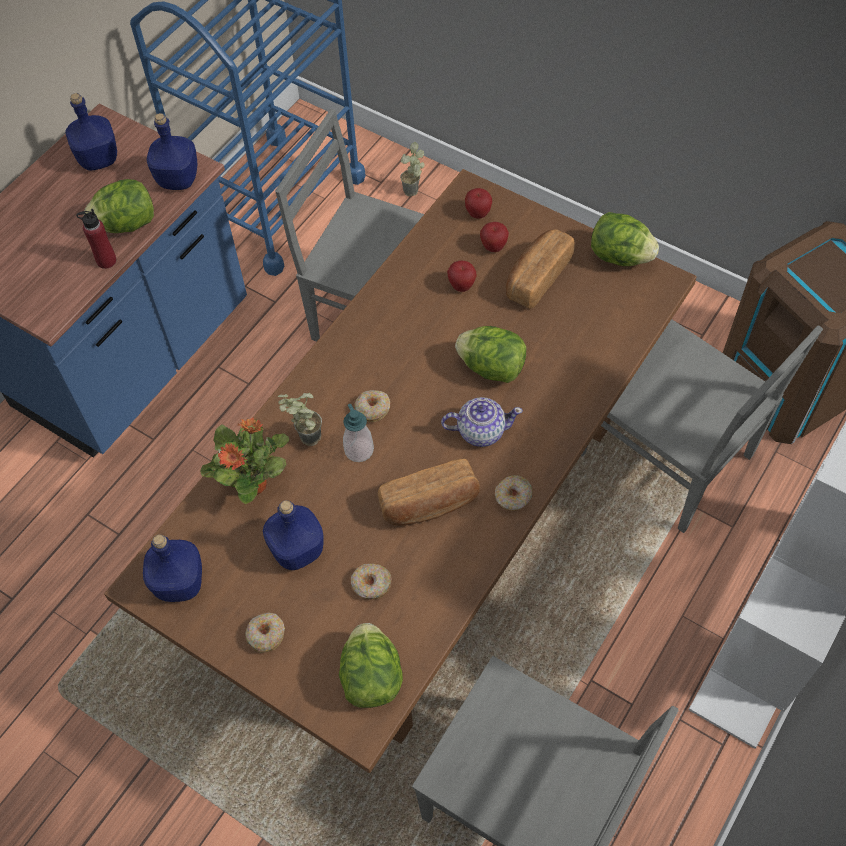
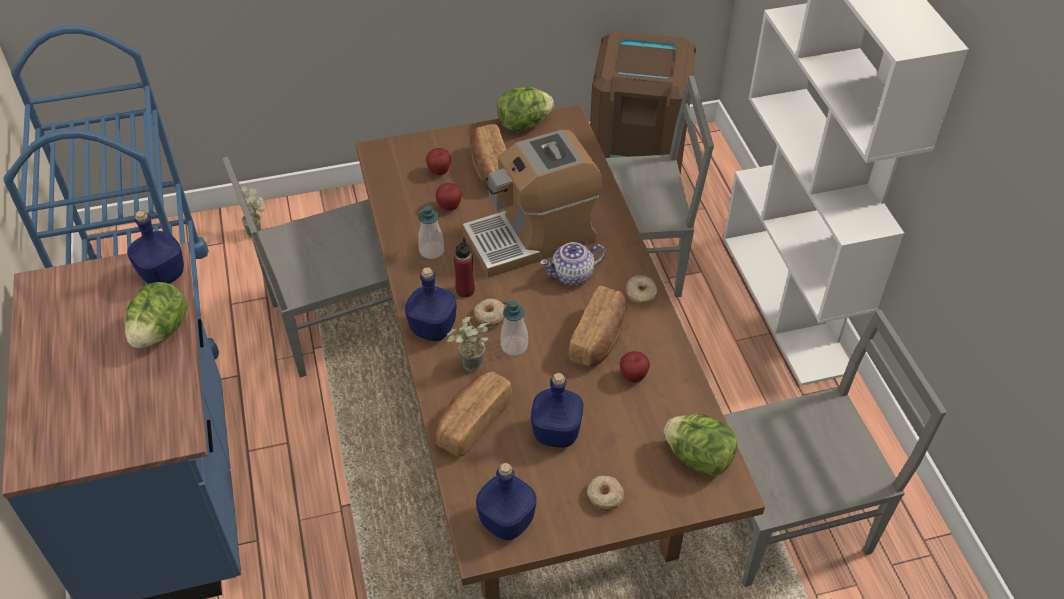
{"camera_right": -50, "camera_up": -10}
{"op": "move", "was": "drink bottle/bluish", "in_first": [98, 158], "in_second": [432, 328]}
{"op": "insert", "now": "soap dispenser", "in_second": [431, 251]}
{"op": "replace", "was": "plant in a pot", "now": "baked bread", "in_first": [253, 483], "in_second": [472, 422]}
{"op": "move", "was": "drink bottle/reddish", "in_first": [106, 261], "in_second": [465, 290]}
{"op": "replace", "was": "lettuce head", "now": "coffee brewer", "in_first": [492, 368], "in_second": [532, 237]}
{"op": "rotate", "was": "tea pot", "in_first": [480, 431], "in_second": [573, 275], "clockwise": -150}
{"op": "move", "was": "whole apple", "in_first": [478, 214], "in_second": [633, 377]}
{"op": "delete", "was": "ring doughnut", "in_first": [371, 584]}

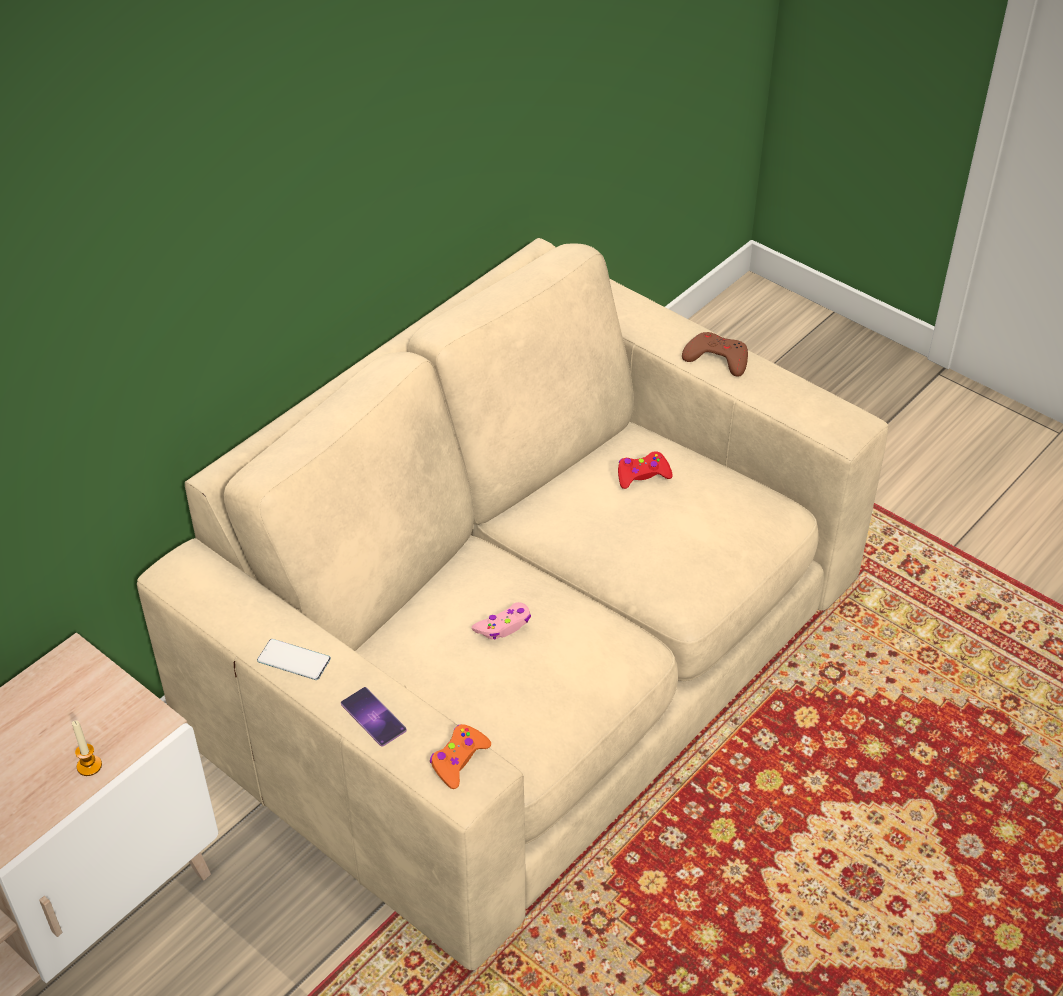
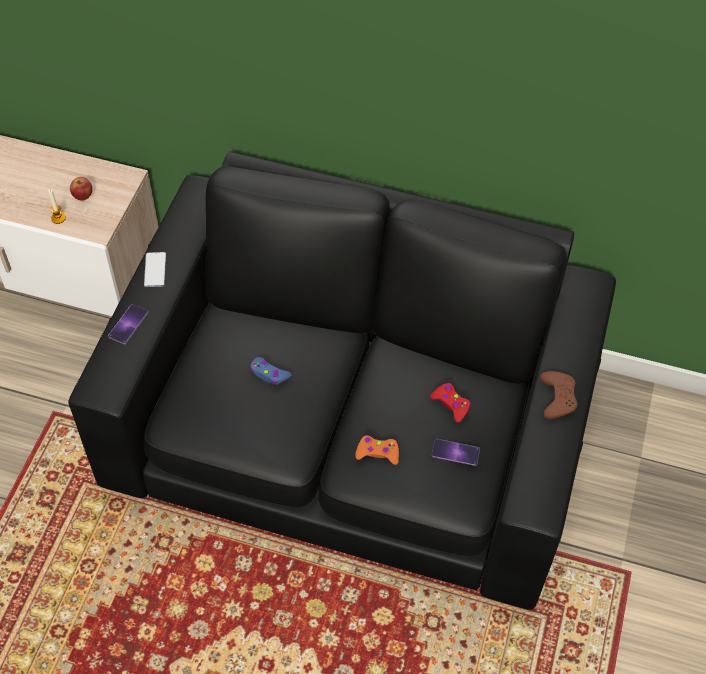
{"camera_right": 65, "camera_up": 10}
{"op": "recolor", "was": "sofa/beige", "now": "sofa/black", "in_first": [531, 657], "in_second": [353, 429]}
{"op": "insert", "now": "whole apple", "in_second": [83, 196]}
{"op": "recolor", "was": "game controller/pink", "now": "game controller/bluish", "in_first": [504, 626], "in_second": [269, 374]}
{"op": "move", "was": "game controller/orange-coloured", "in_first": [458, 760], "in_second": [377, 452]}
{"op": "insert", "now": "handset", "in_second": [455, 452]}

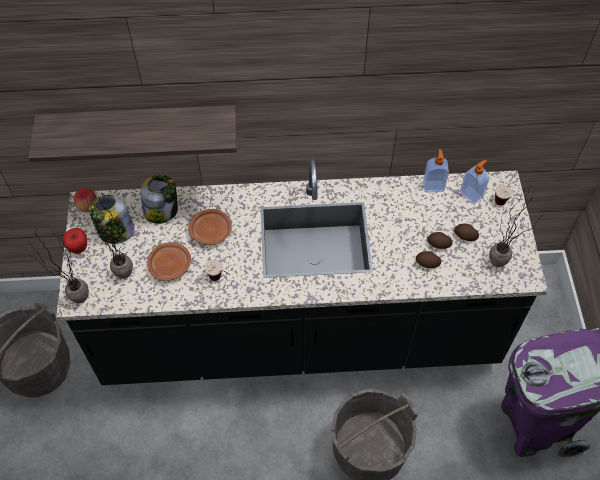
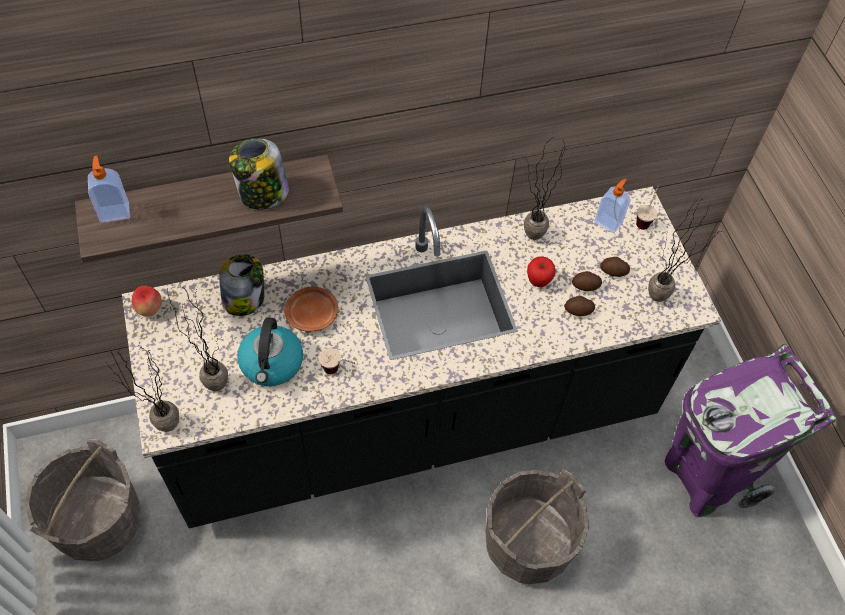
{"camera_right": -15, "camera_up": 0}
{"op": "move", "was": "soap dispenser", "in_first": [433, 185], "in_second": [114, 212]}
{"op": "move", "was": "preserve jar", "in_first": [116, 231], "in_second": [262, 194]}
{"op": "replace", "was": "flat dish/brownish", "now": "water kettle", "in_first": [170, 265], "in_second": [272, 364]}
{"op": "insert", "now": "plant in a pot", "in_second": [527, 239]}
{"op": "move", "was": "whole apple", "in_first": [78, 248], "in_second": [538, 281]}

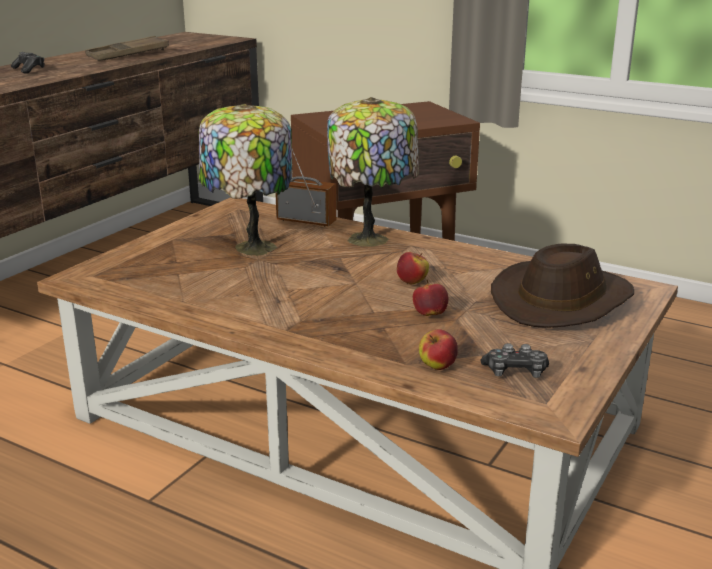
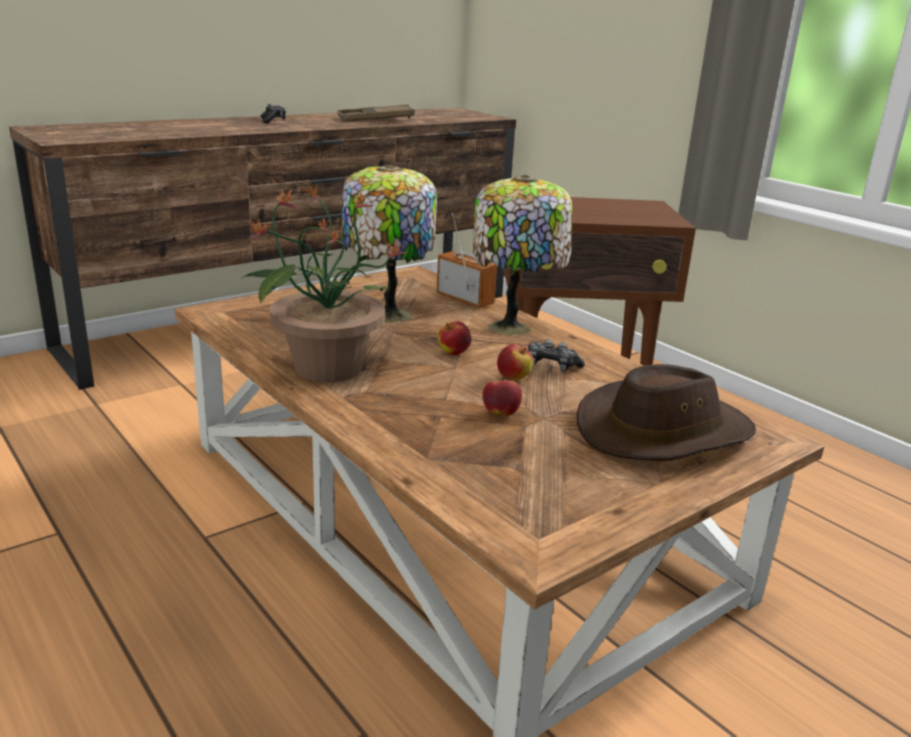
{"camera_right": 20, "camera_up": 0}
{"op": "insert", "now": "plant in a pot", "in_second": [326, 368]}
{"op": "move", "was": "whole apple", "in_first": [437, 366], "in_second": [453, 353]}
{"op": "move", "was": "game controller", "in_first": [515, 372], "in_second": [552, 365]}

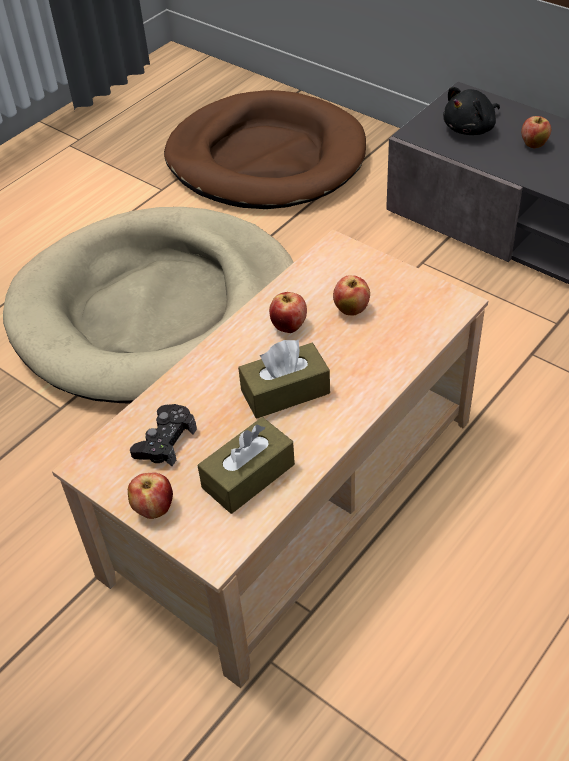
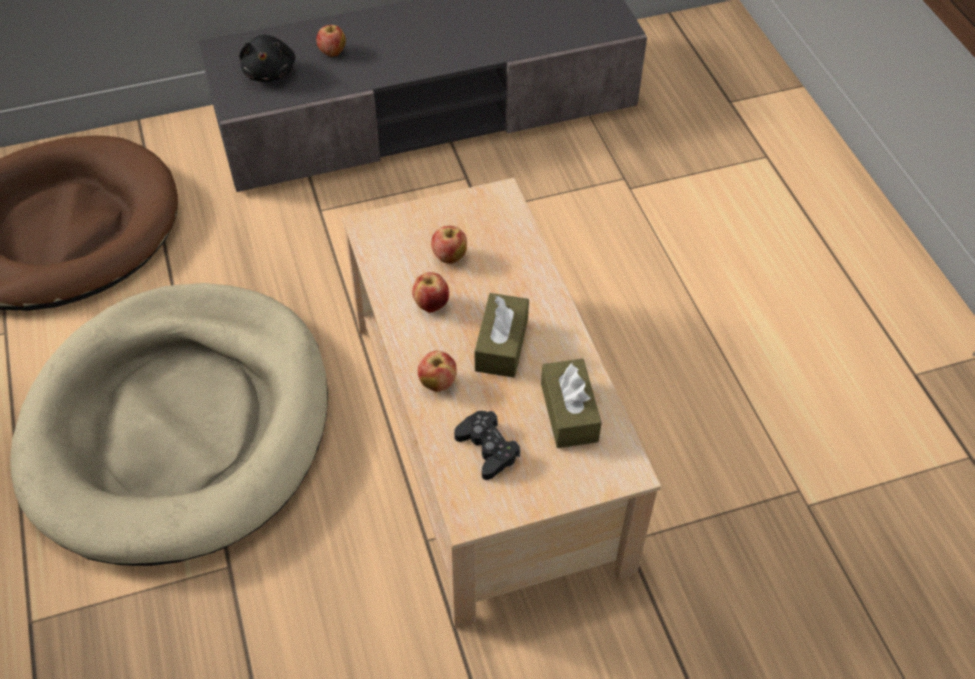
{"camera_right": -60, "camera_up": 5}
{"op": "move", "was": "whole apple", "in_first": [154, 508], "in_second": [437, 383]}

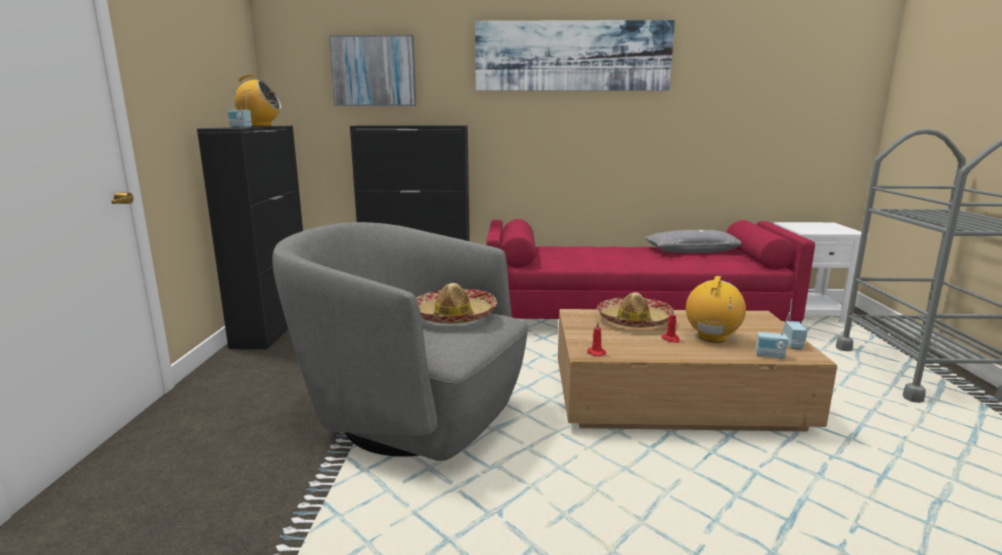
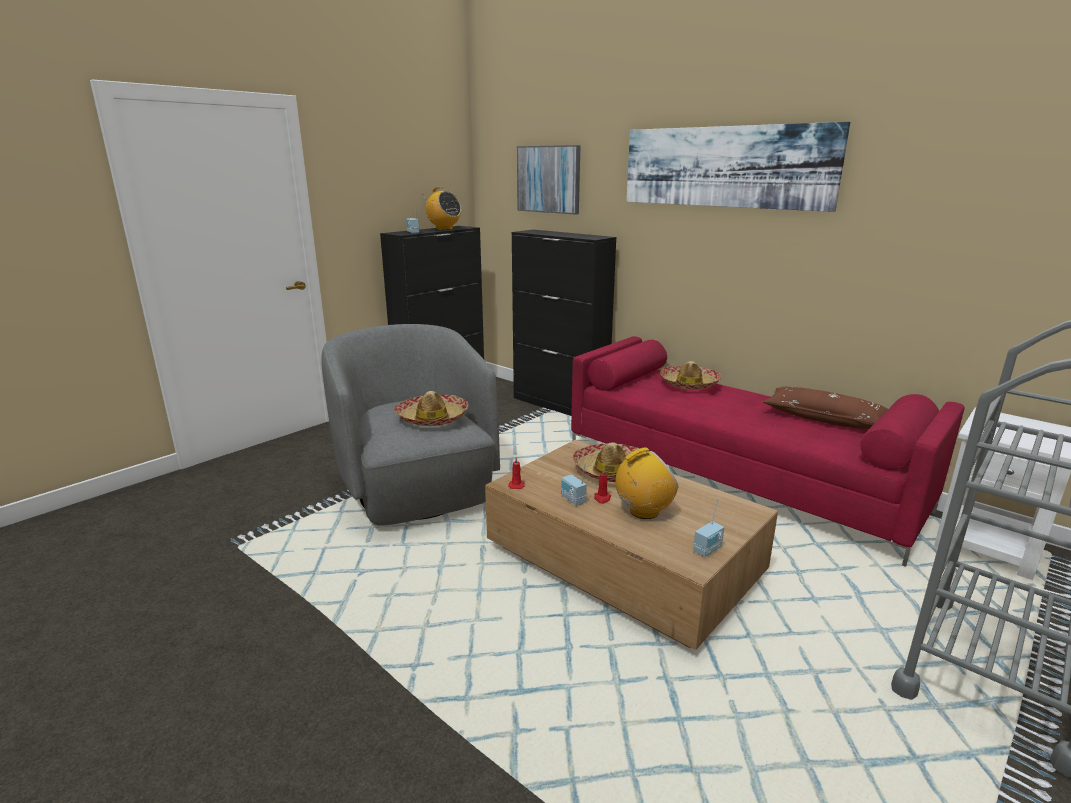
{"camera_right": 40, "camera_up": 5}
{"op": "move", "was": "radio", "in_first": [770, 356], "in_second": [572, 500]}
{"op": "insert", "now": "clothing hat", "in_second": [689, 384]}
{"op": "recolor", "was": "throw pillow/gray", "now": "throw pillow/brownish", "in_first": [693, 251], "in_second": [824, 418]}

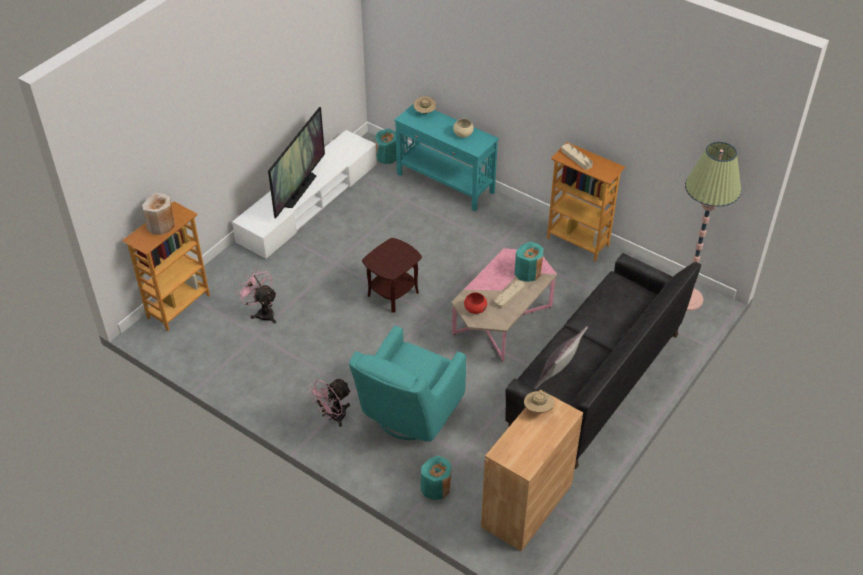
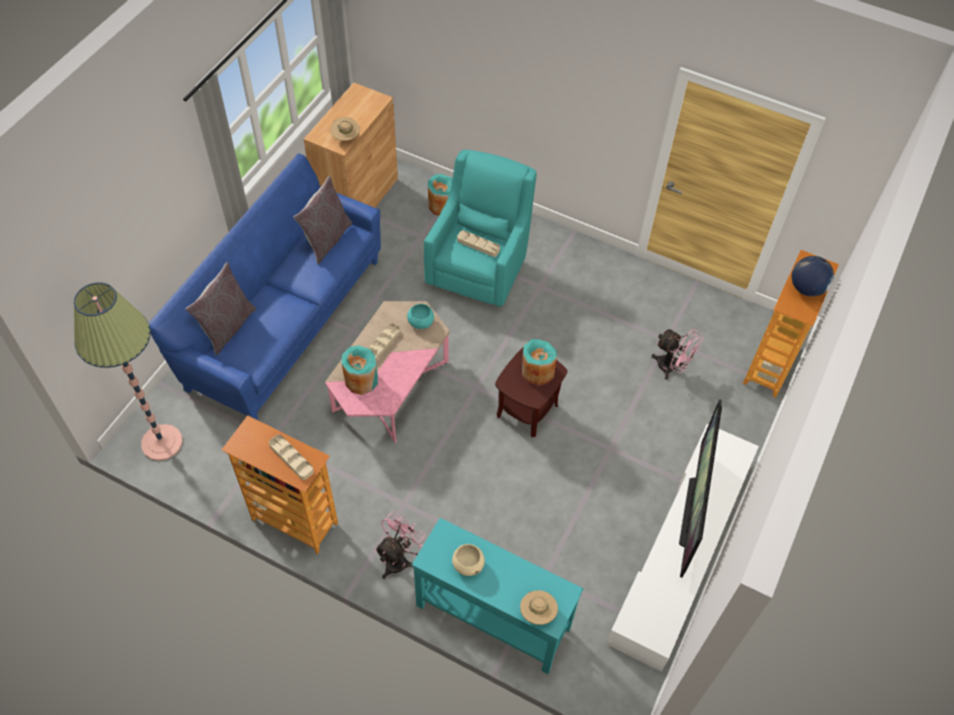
{"camera_right": 170, "camera_up": 10}
{"op": "recolor", "was": "sofa/black", "now": "sofa/bluish", "in_first": [596, 381], "in_second": [285, 323]}
{"op": "insert", "now": "throw pillow/gray", "in_second": [227, 327]}
{"op": "move", "was": "cooling fan/pink", "in_first": [333, 417], "in_second": [400, 558]}
{"op": "recolor", "was": "bowl/reddish", "now": "bowl/turquoise", "in_first": [475, 309], "in_second": [421, 323]}
{"op": "insert", "now": "carrying tray/beige", "in_second": [478, 245]}
{"op": "move", "was": "vase/turquoise", "in_first": [387, 156], "in_second": [537, 372]}
{"op": "replace", "was": "vase/beige", "now": "desk globe", "in_first": [161, 225], "in_second": [806, 288]}

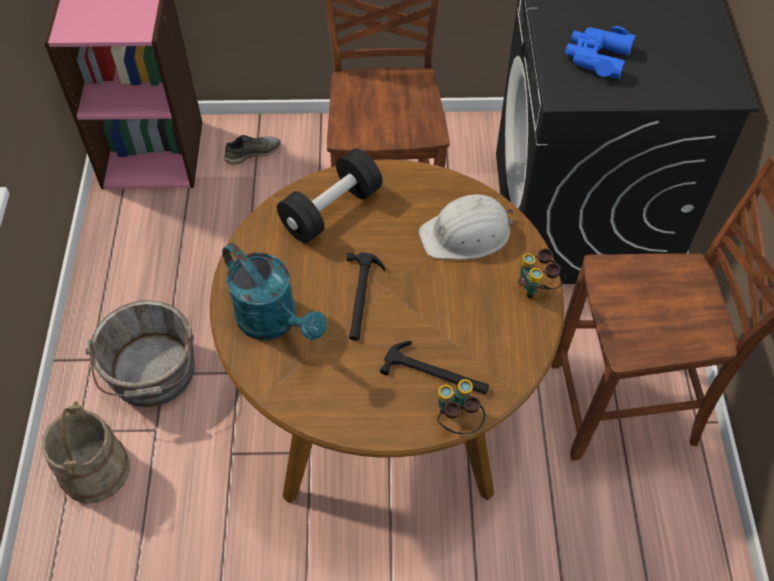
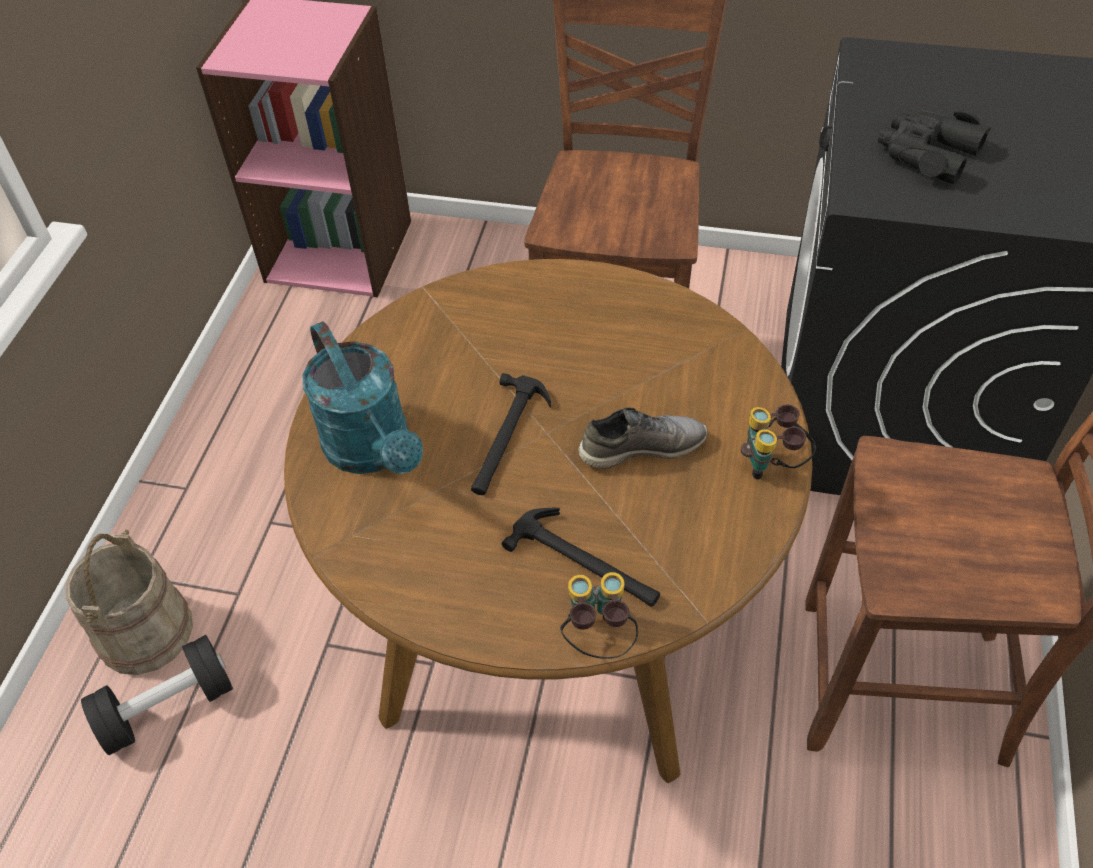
{"camera_right": 15, "camera_up": -5}
{"op": "move", "was": "free weight/black", "in_first": [331, 210], "in_second": [168, 707]}
{"op": "move", "was": "item of footwear/gray", "in_first": [252, 152], "in_second": [642, 446]}
{"op": "recolor", "was": "field glasses/bluish", "now": "field glasses/black", "in_first": [597, 57], "in_second": [926, 153]}
{"op": "delete", "was": "bucket/gray", "in_first": [153, 374]}
{"op": "delete", "was": "hard hat/whitish", "in_first": [467, 234]}

